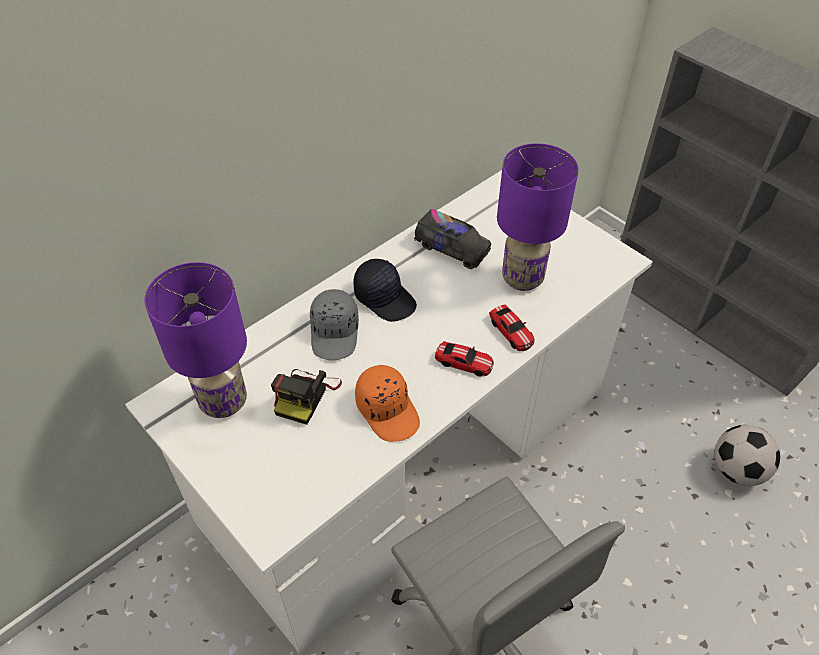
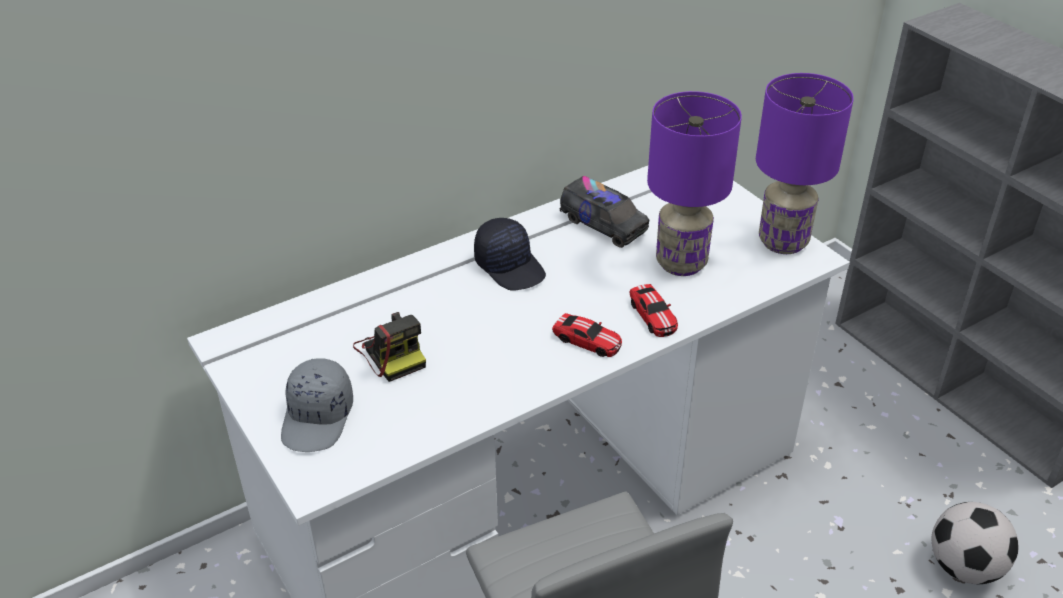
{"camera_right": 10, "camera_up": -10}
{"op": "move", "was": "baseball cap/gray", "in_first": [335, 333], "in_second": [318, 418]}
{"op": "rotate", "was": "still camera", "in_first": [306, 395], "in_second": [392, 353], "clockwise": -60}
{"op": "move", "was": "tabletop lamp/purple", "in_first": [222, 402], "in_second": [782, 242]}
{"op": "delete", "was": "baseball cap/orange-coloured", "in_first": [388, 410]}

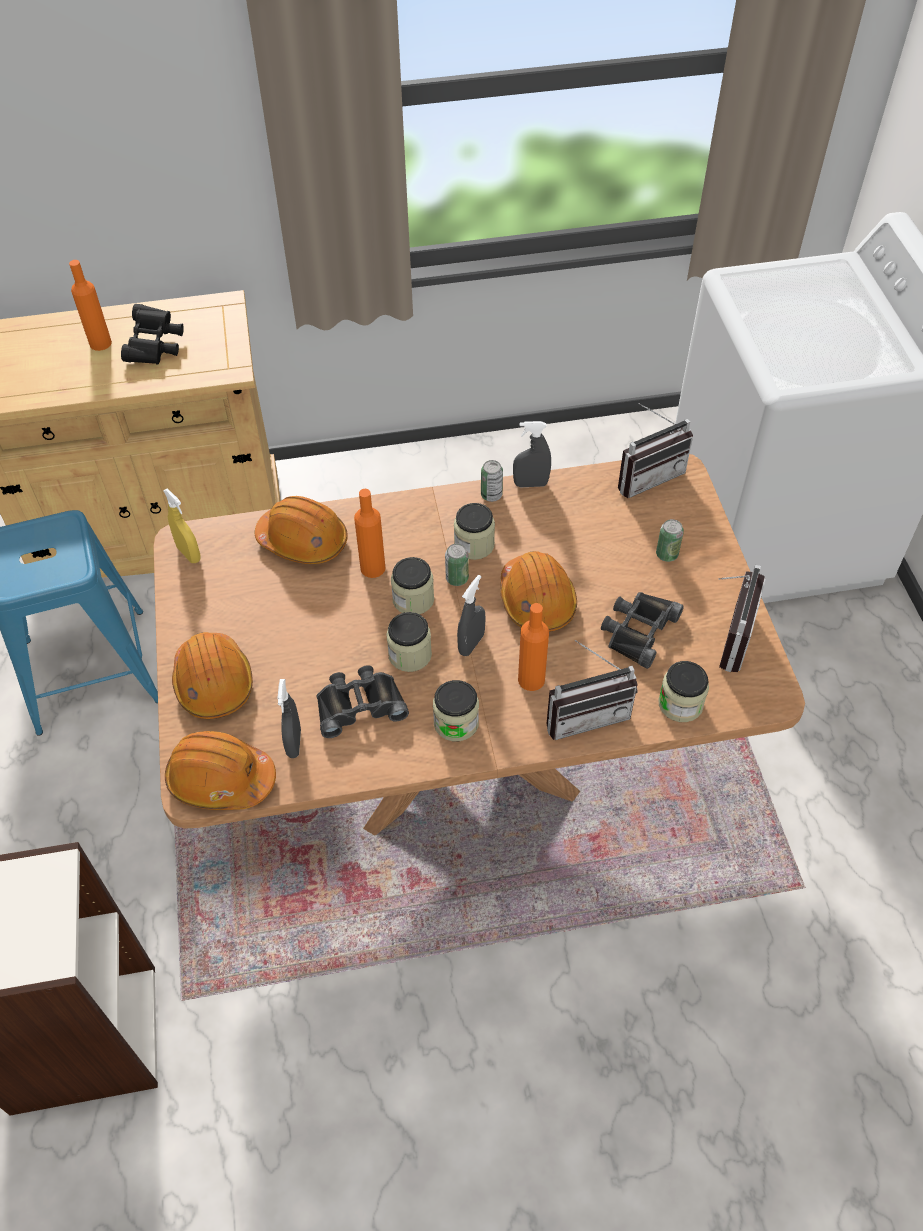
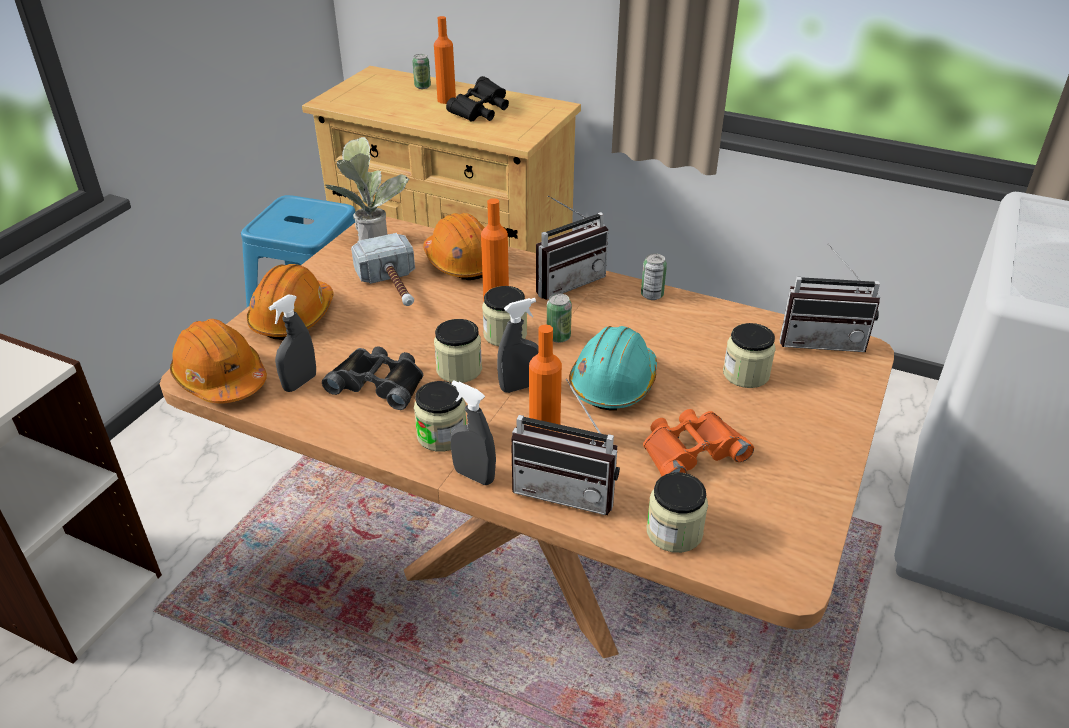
{"camera_right": 35, "camera_up": -15}
{"op": "replace", "was": "spray bottle/yellow-coloured", "now": "plant in a pot", "in_first": [189, 554], "in_second": [371, 236]}
{"op": "insert", "now": "hammer", "in_second": [394, 288]}
{"op": "move", "was": "can", "in_first": [667, 554], "in_second": [422, 86]}
{"op": "move", "was": "spray bottle/gray", "in_first": [530, 484], "in_second": [474, 476]}
{"op": "move", "was": "radio", "in_first": [726, 637], "in_second": [566, 281]}
{"op": "recolor", "was": "hard hat/orange-coloured", "now": "hard hat/turquoise", "in_first": [536, 600], "in_second": [613, 383]}
{"op": "recolor", "was": "field glasses/black", "now": "field glasses/orange-coloured", "in_first": [638, 630], "in_second": [690, 450]}
{"op": "move", "was": "preserve jar", "in_first": [474, 545], "in_second": [746, 374]}

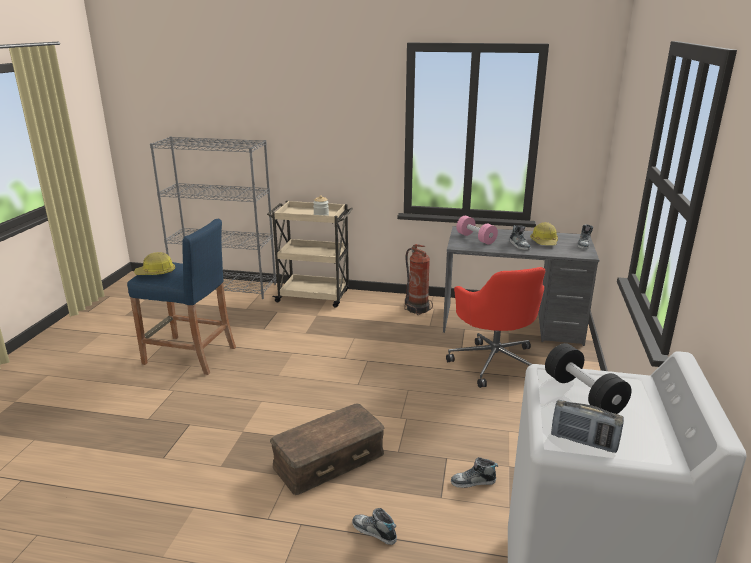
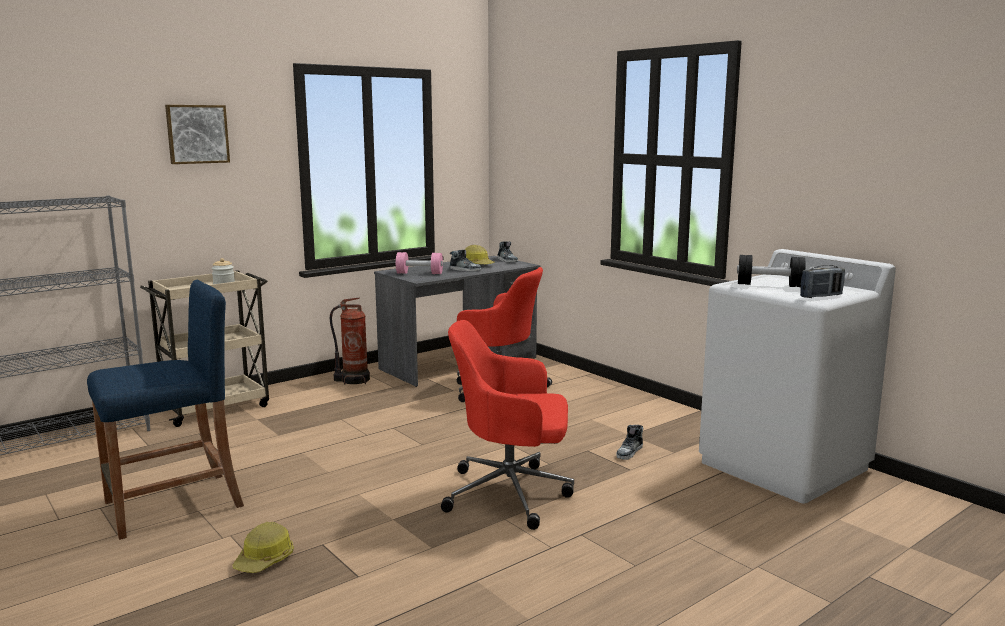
{"camera_right": -50, "camera_up": -10}
{"op": "insert", "now": "wall picture", "in_second": [197, 134]}
{"op": "move", "was": "hard hat", "in_first": [156, 273], "in_second": [265, 560]}
{"op": "replace", "was": "storage bin/brownish", "now": "desk chair/reddish", "in_first": [328, 459], "in_second": [511, 494]}
{"op": "delete", "was": "item of footwear", "in_first": [374, 532]}

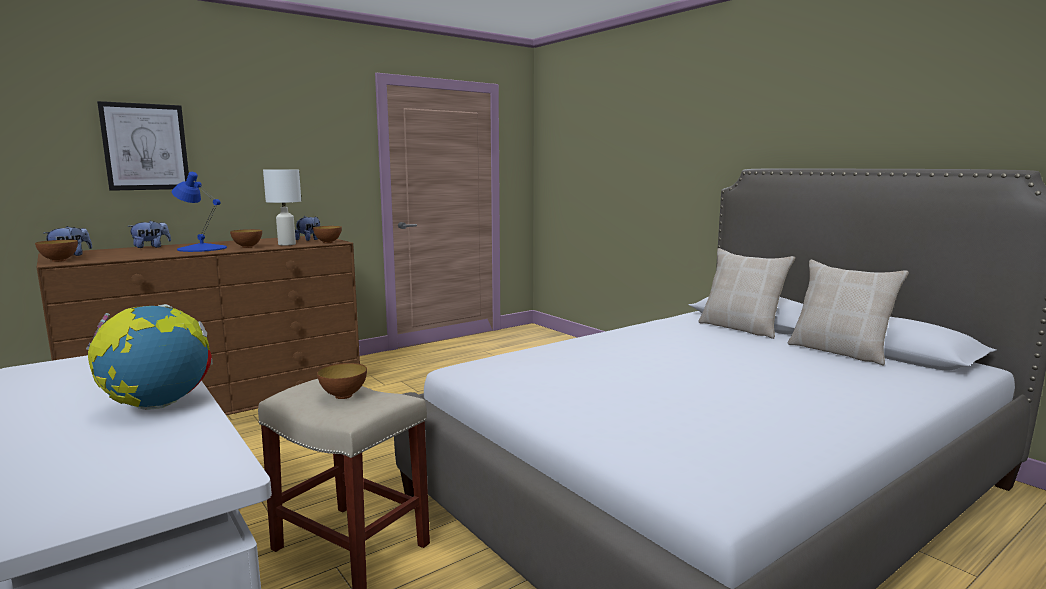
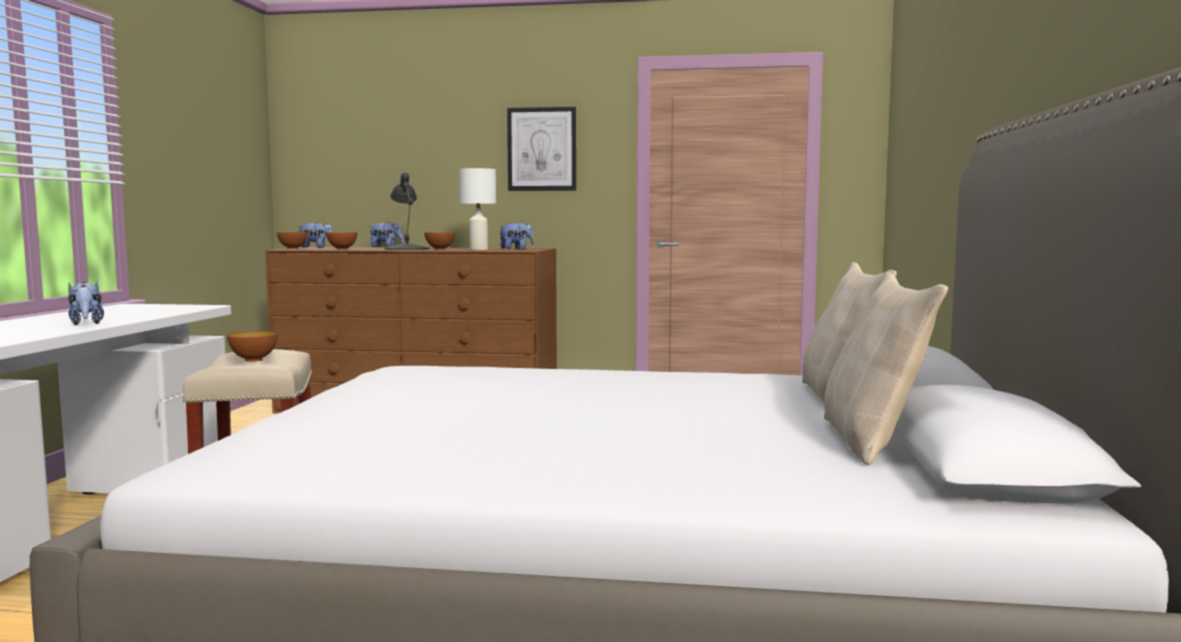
{"camera_right": 45, "camera_up": -5}
{"op": "replace", "was": "desk globe", "now": "cuddly toy", "in_first": [158, 405], "in_second": [86, 323]}
{"op": "move", "was": "bowl", "in_first": [328, 242], "in_second": [342, 249]}
{"op": "recolor", "was": "tabletop lamp/bluish", "now": "tabletop lamp/black", "in_first": [202, 248], "in_second": [407, 249]}
{"op": "move", "was": "wall picture", "in_first": [145, 147], "in_second": [542, 149]}

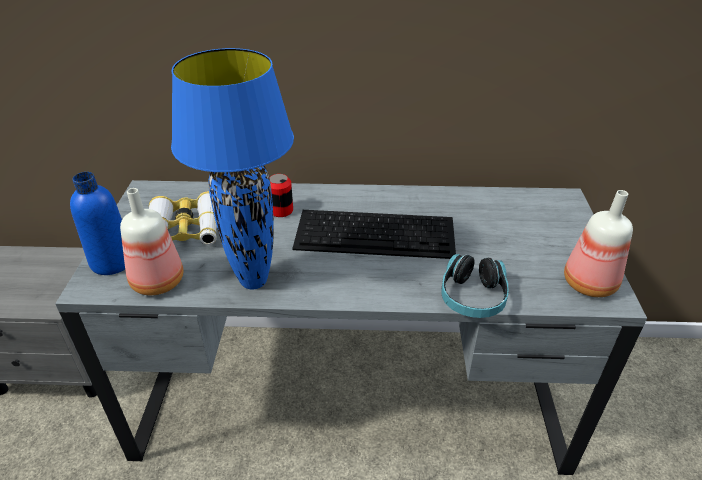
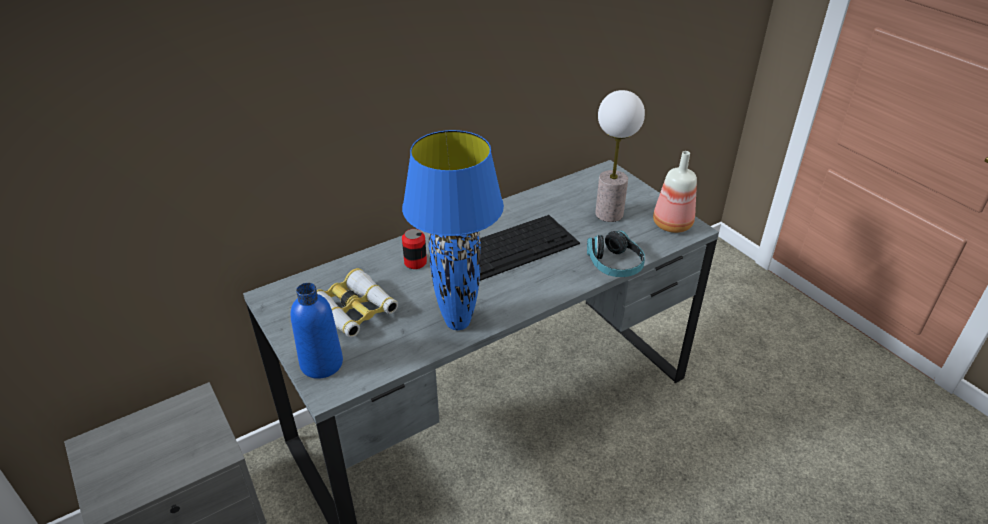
{"camera_right": -35, "camera_up": 0}
{"op": "insert", "now": "tabletop lamp", "in_second": [609, 214]}
{"op": "delete", "was": "drink bottle", "in_first": [156, 283]}

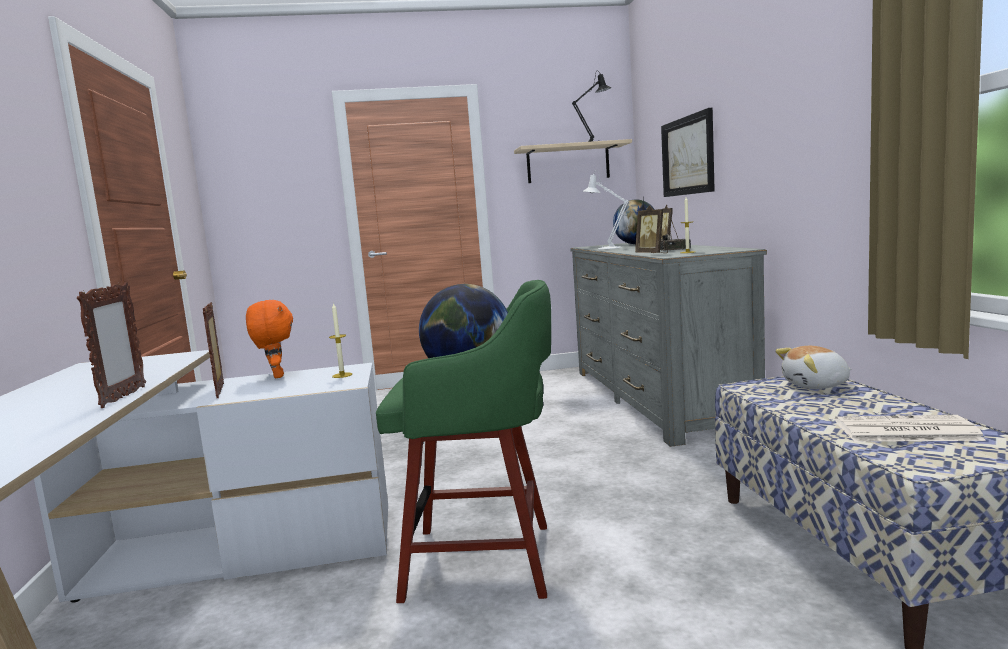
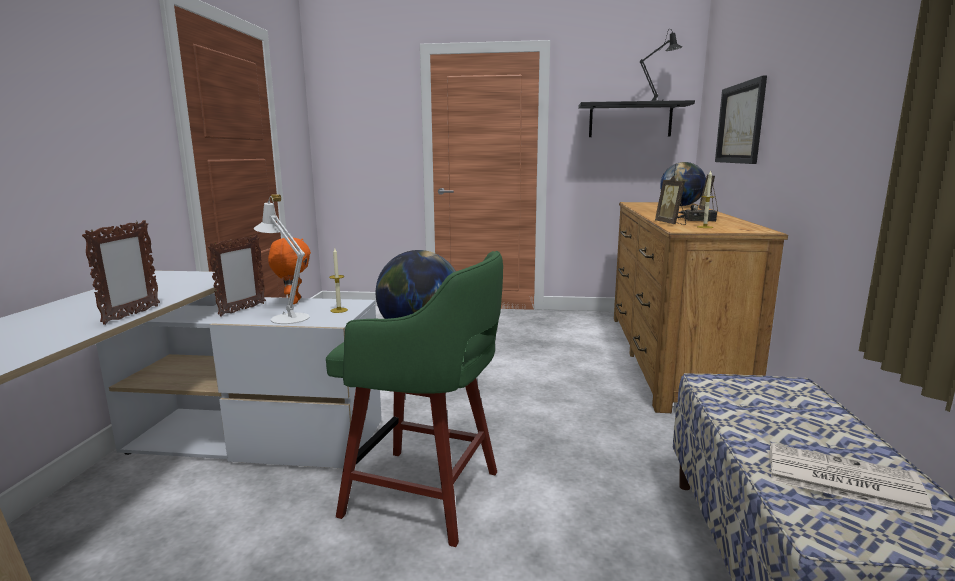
{"camera_right": 15, "camera_up": 5}
{"op": "rotate", "was": "standing frame", "in_first": [221, 390], "in_second": [242, 310], "clockwise": -150}
{"op": "move", "was": "tabletop lamp/whitish", "in_first": [606, 248], "in_second": [287, 317]}
{"op": "recolor", "was": "shelf/beige", "now": "shelf/black", "in_first": [568, 163], "in_second": [630, 120]}
{"op": "recolor", "was": "dresser/gray", "now": "dresser/brownish", "in_first": [655, 398], "in_second": [670, 357]}
{"op": "delete", "was": "cuddly toy", "in_first": [816, 385]}

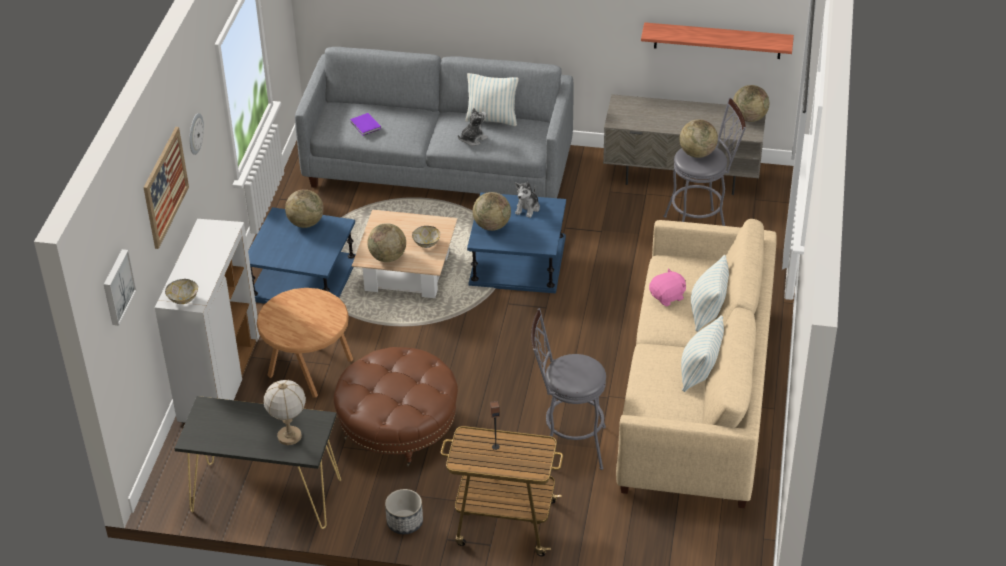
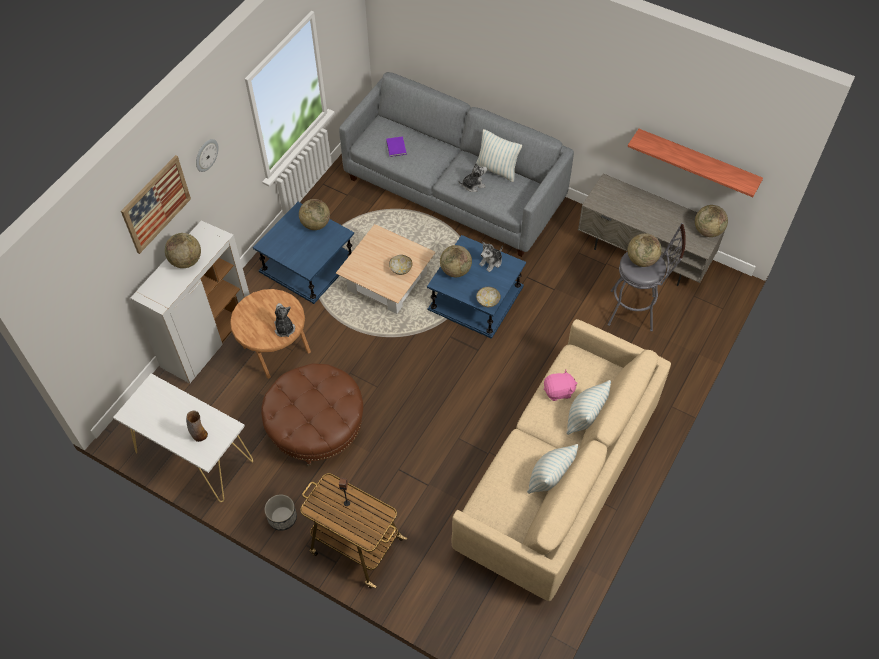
{"camera_right": 20, "camera_up": 15}
{"op": "recolor", "was": "narrow table/black", "now": "narrow table/whitish", "in_first": [265, 495], "in_second": [194, 456]}
{"op": "move", "was": "desk globe", "in_first": [388, 257], "in_second": [186, 261]}
{"op": "replace", "was": "tabletop lamp", "now": "vase", "in_first": [289, 436], "in_second": [199, 435]}
{"op": "insert", "now": "cuddly toy", "in_second": [284, 328]}
{"op": "move", "was": "bowl", "in_first": [183, 299], "in_second": [487, 302]}
{"op": "delete", "was": "wall picture", "in_first": [117, 286]}
{"op": "delete", "was": "sitting stool/gray", "in_first": [567, 445]}

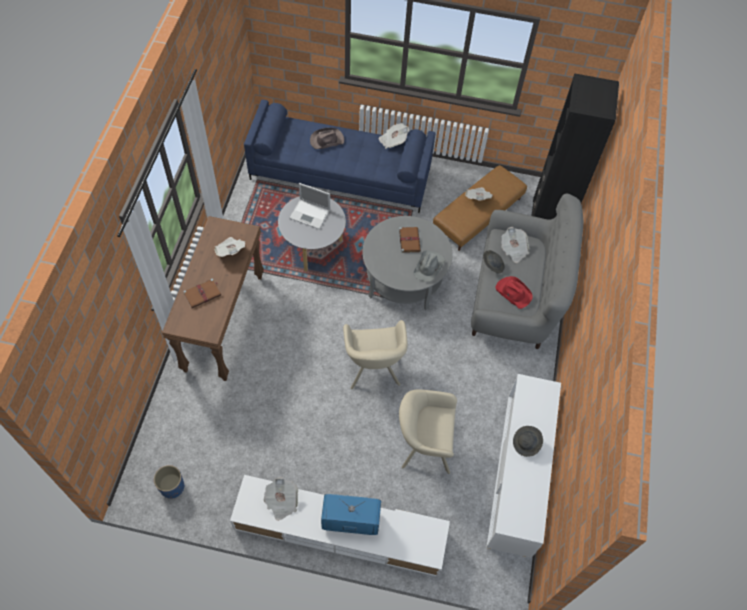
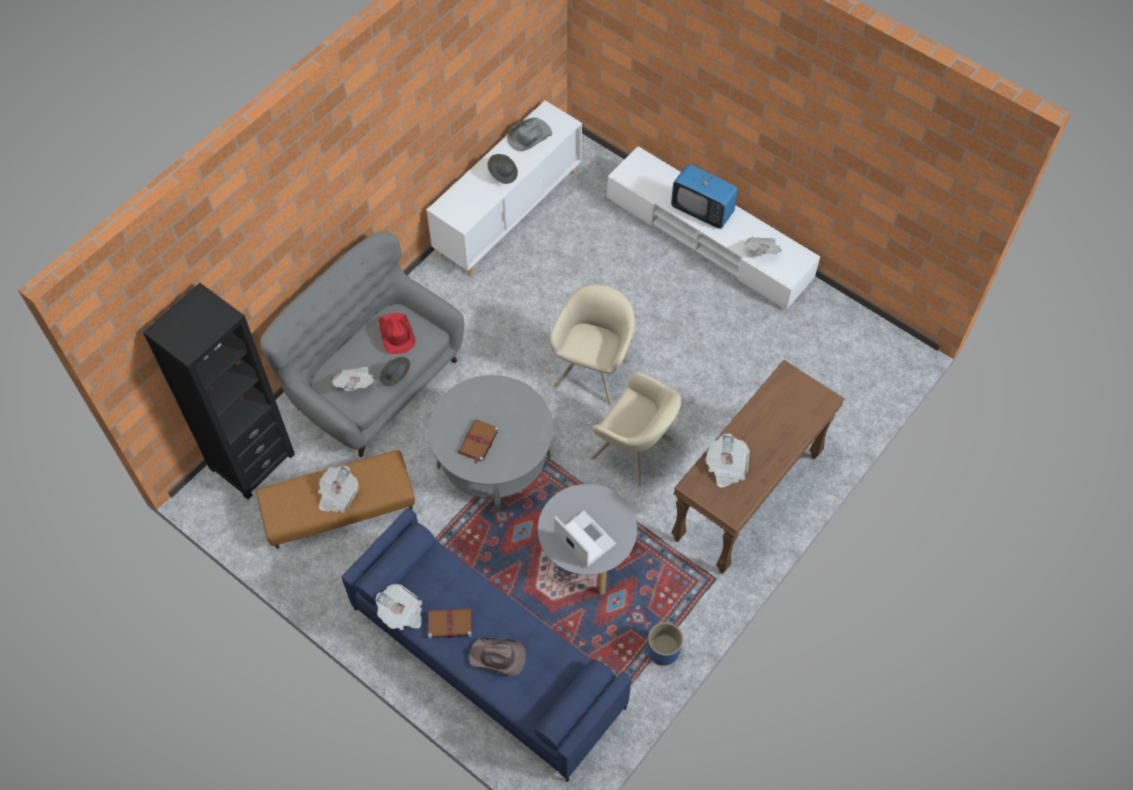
{"camera_right": -150, "camera_up": 0}
{"op": "move", "was": "volume/brownish", "in_first": [203, 294], "in_second": [449, 624]}
{"op": "move", "was": "clothing hat/gray", "in_first": [429, 266], "in_second": [529, 136]}
{"op": "move", "was": "armchair/beige", "in_first": [423, 445], "in_second": [635, 451]}
{"op": "move", "was": "planter/bluish", "in_first": [172, 487], "in_second": [663, 651]}

